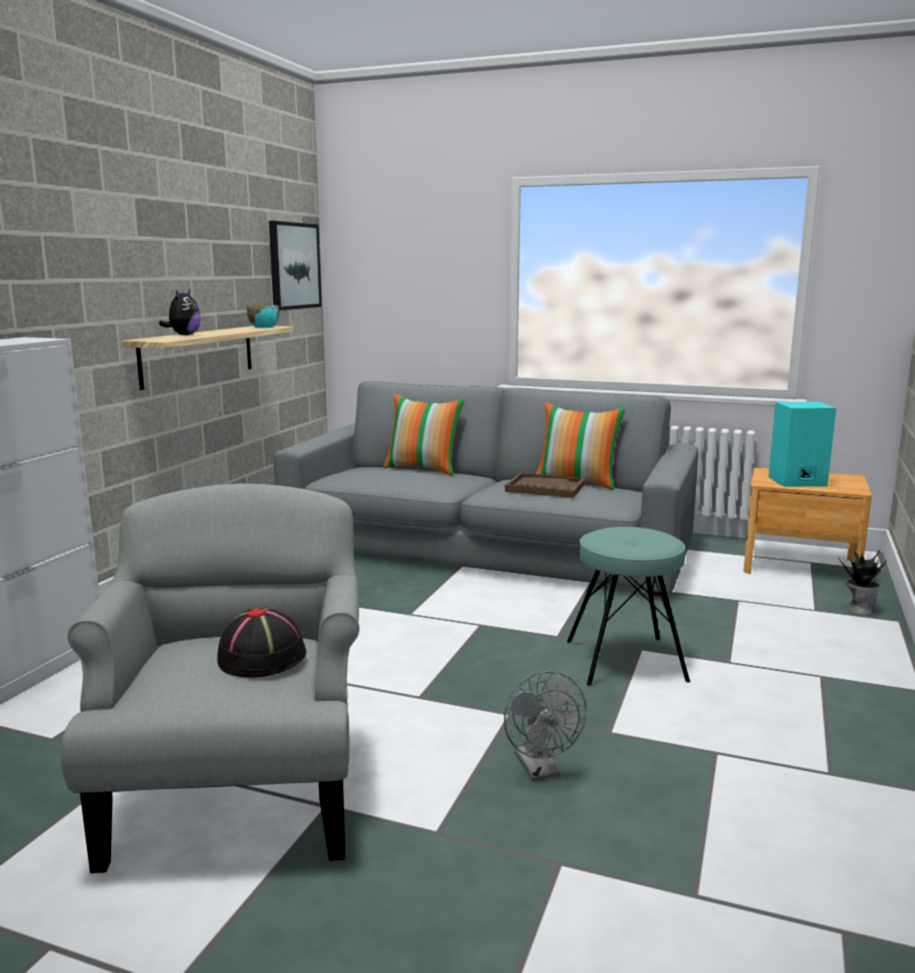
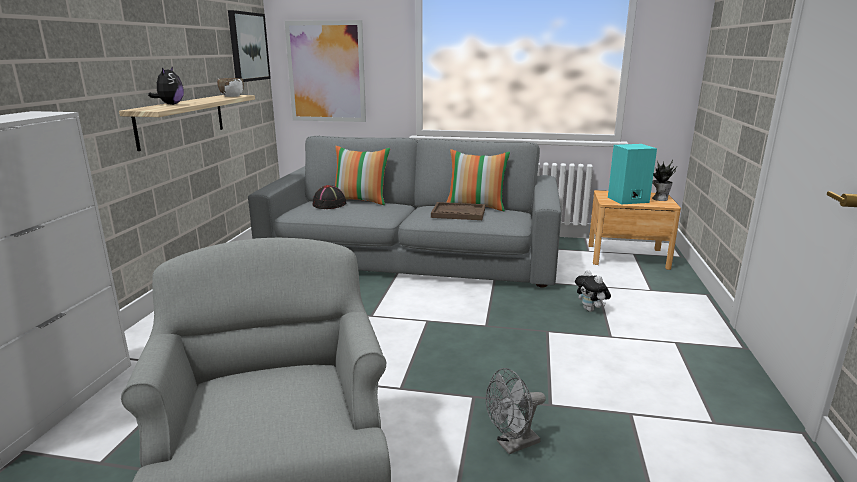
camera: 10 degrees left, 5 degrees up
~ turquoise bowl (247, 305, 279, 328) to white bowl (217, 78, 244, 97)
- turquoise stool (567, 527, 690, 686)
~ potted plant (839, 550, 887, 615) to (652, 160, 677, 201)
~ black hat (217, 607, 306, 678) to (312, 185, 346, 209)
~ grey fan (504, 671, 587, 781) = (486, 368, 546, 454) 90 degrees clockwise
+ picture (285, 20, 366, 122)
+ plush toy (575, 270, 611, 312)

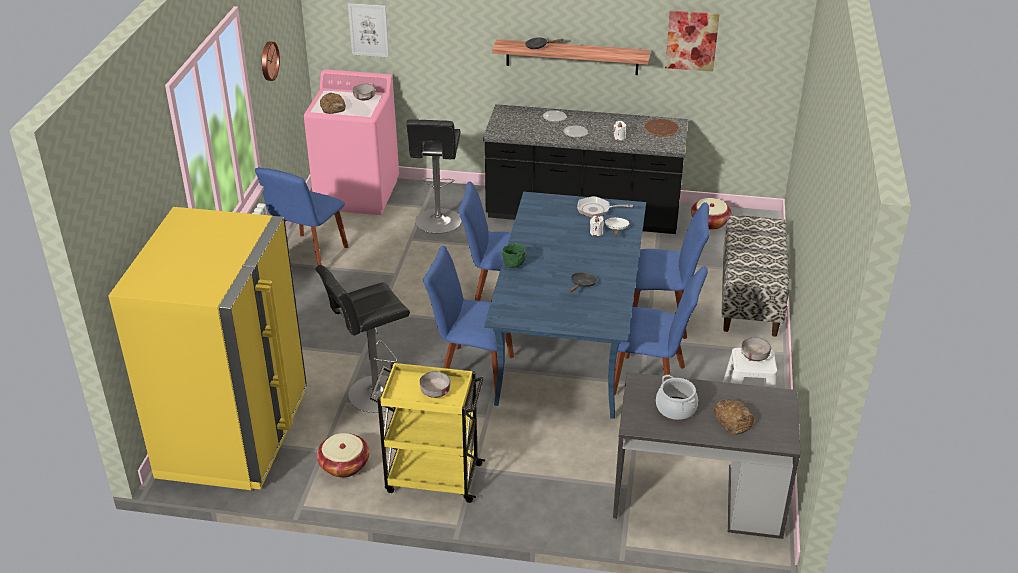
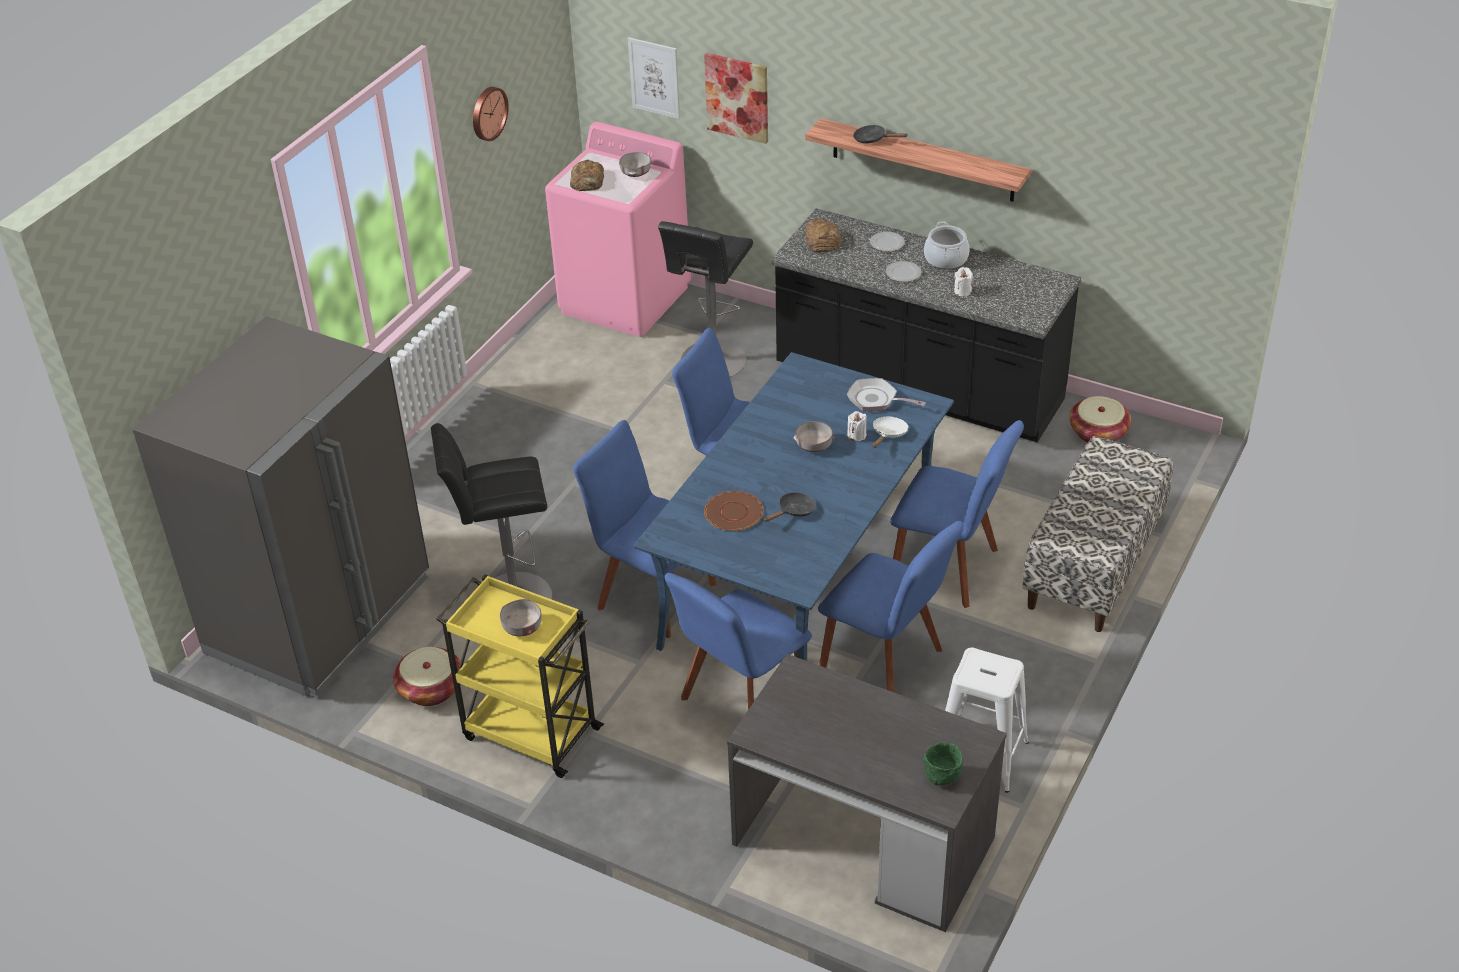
camera: 20 degrees right, 5 degrees up
~ picture (665, 11, 720, 72) to (704, 53, 768, 144)
~ brown plate (644, 119, 679, 137) to (704, 491, 763, 531)
~ blue chair (255, 168, 348, 266) to (665, 573, 812, 710)
~ yellow fridge (108, 207, 307, 490) to grey fridge (132, 316, 429, 698)
~ green bowl (502, 243, 526, 268) to (923, 743, 963, 786)
~ grey bowl (741, 337, 771, 361) to (793, 421, 835, 452)
~ cooking pot (656, 375, 698, 420) to (924, 222, 969, 269)
~ bread (714, 399, 754, 435) to (806, 218, 842, 253)

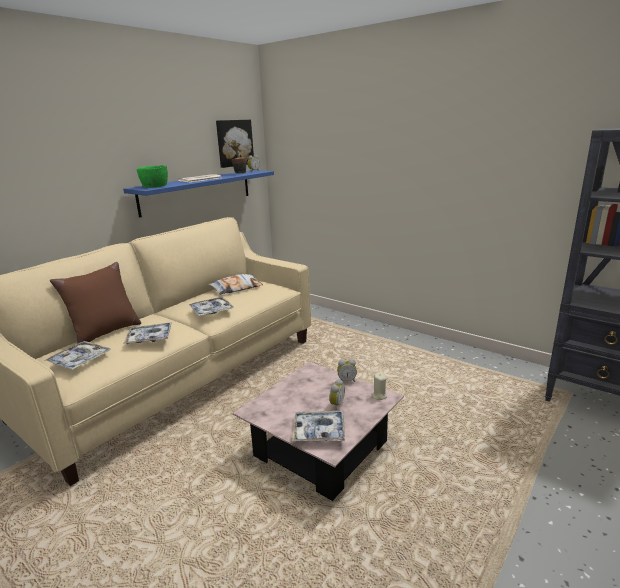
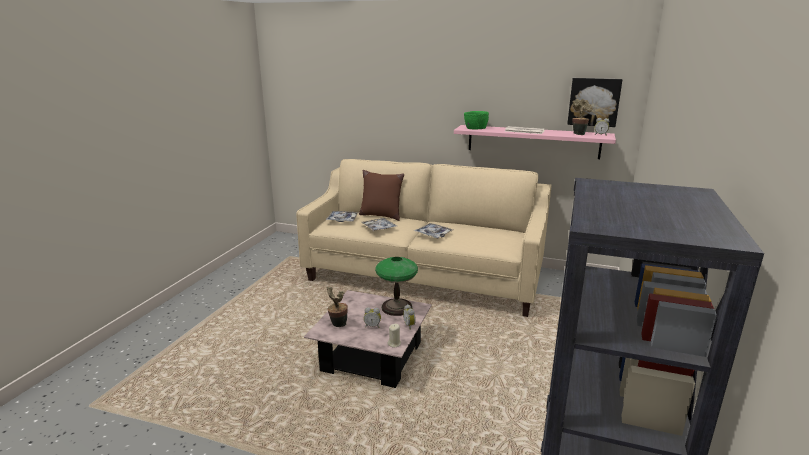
camera: 70 degrees right, 0 degrees up
~ blue shelf (123, 170, 274, 218) to pink shelf (454, 125, 616, 159)
- pillow (209, 274, 263, 295)
~ tray (292, 411, 345, 441) to potted plant (327, 287, 348, 327)
+ table lamp (375, 257, 418, 316)

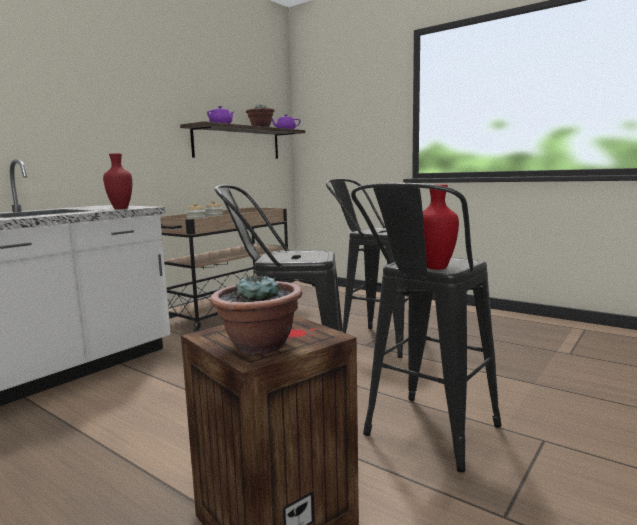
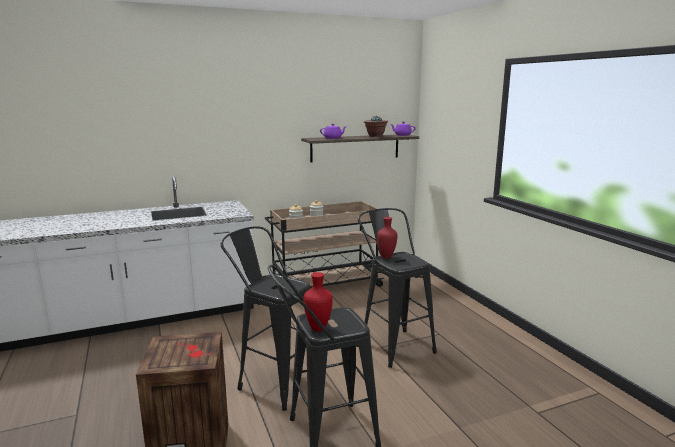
camera: 30 degrees right, 5 degrees up
~ red vase (103, 153, 132, 209) to (377, 217, 397, 259)
- potted plant (210, 273, 302, 354)

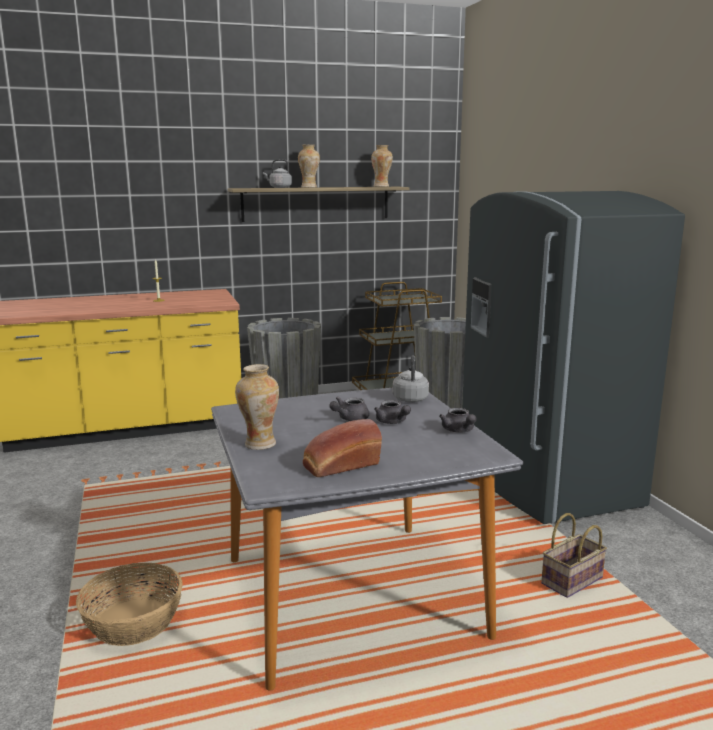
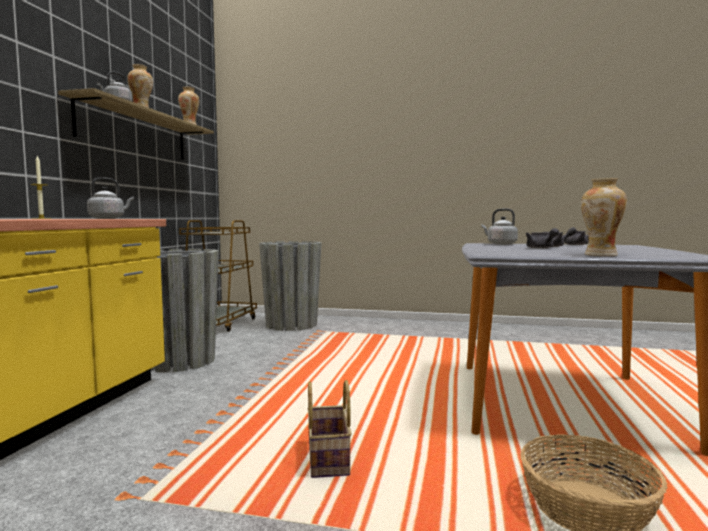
camera: 60 degrees left, 10 degrees down
- grey fridge (462, 191, 685, 524)
- bread (303, 419, 382, 477)
~ basket (541, 513, 607, 598) to (308, 380, 352, 478)
+ grey kettle (87, 177, 134, 219)

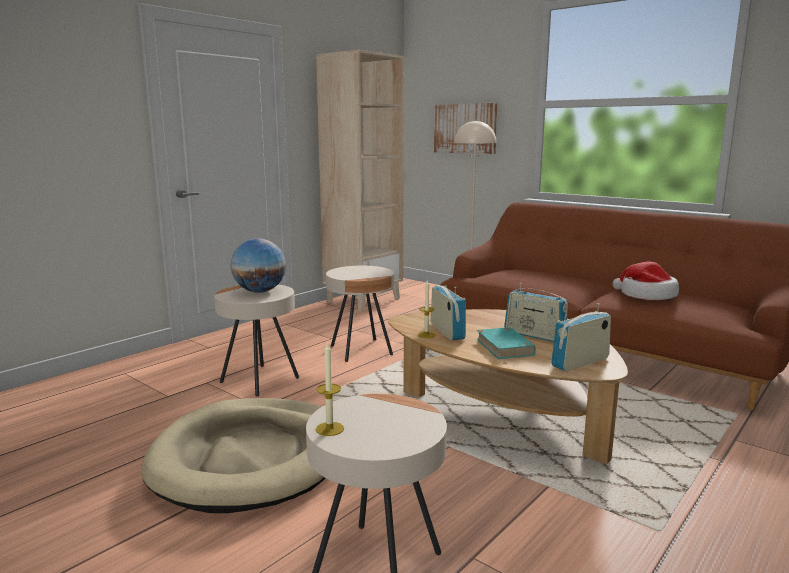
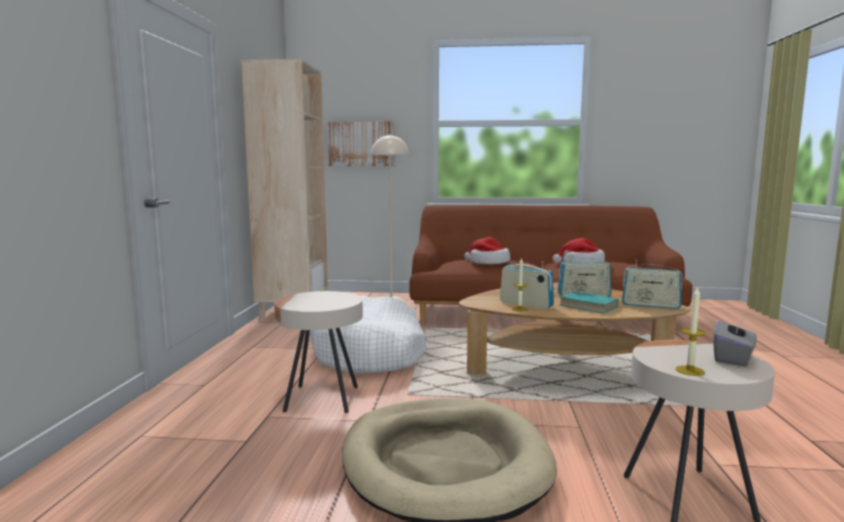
camera: 35 degrees left, 5 degrees down
- globe (231, 238, 286, 293)
~ beige side table (326, 266, 394, 362) to white dog bed (309, 295, 427, 374)
~ radio (551, 303, 611, 372) = (622, 260, 682, 309) 90 degrees counterclockwise
+ hat (464, 237, 510, 264)
+ grey tissue box (713, 316, 757, 366)

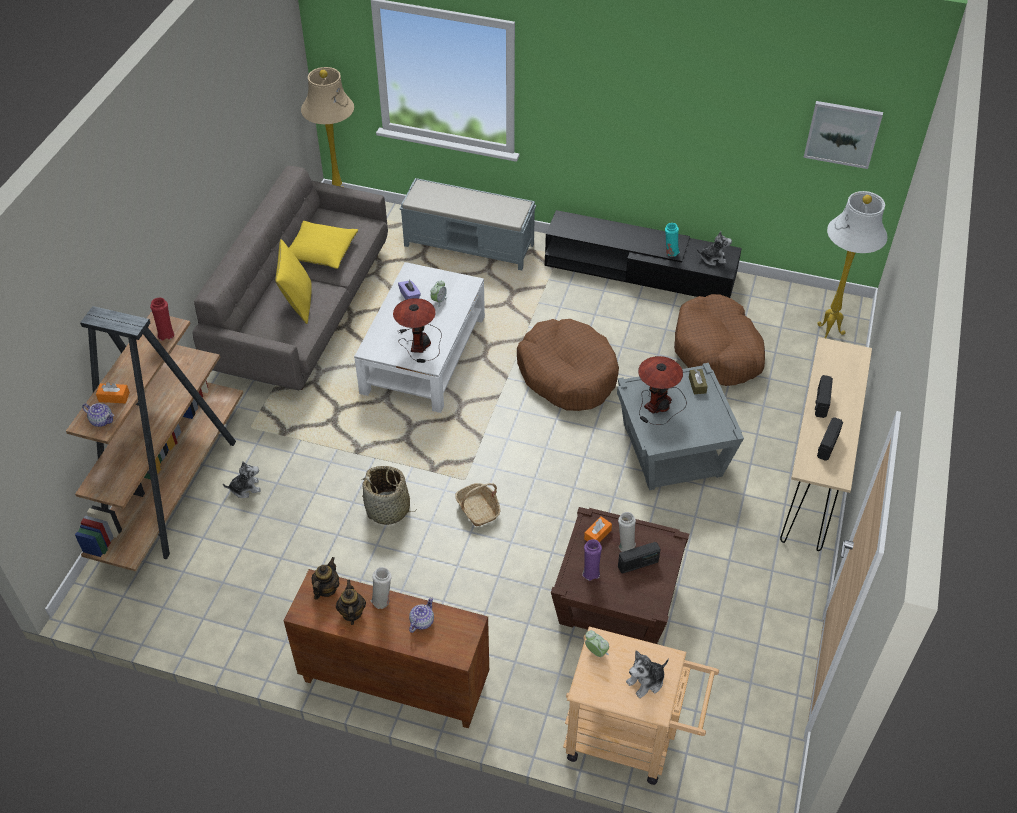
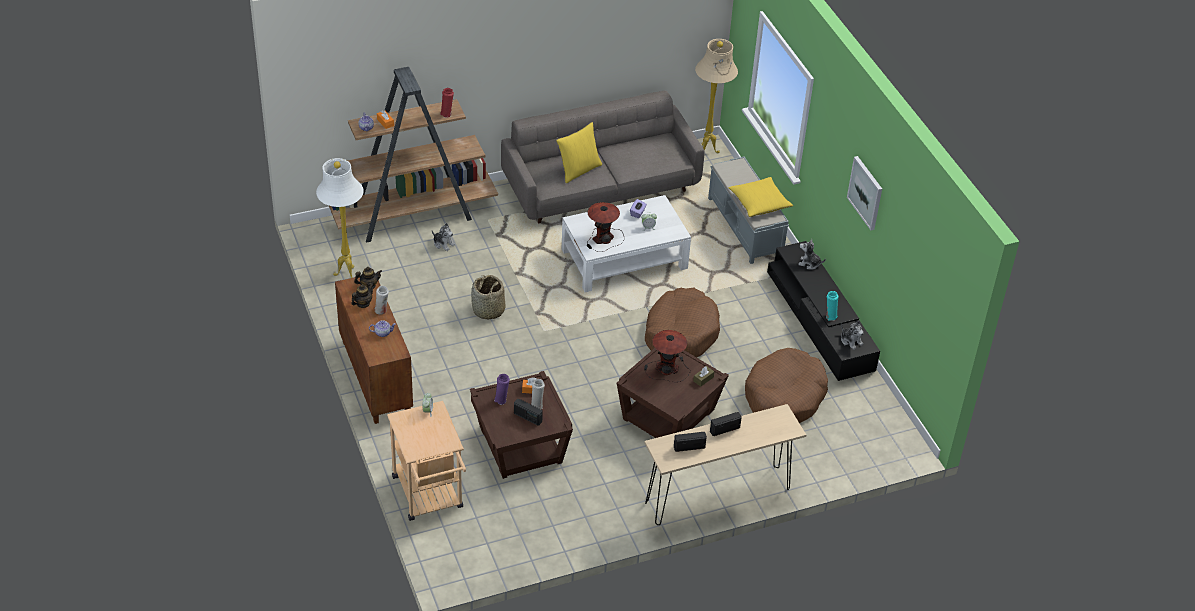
camera: 50 degrees right, 5 degrees down
~ picture (803, 101, 883, 169) to (847, 156, 882, 230)
~ white floor lamp (817, 191, 888, 338) to (316, 158, 364, 278)
~ yellow pillow (289, 221, 358, 269) to (729, 177, 793, 217)
~ grey side table (617, 363, 744, 490) to brown side table (617, 348, 729, 438)
- basket (455, 483, 501, 527)
~ plush toy (626, 650, 669, 698) to (798, 239, 826, 270)

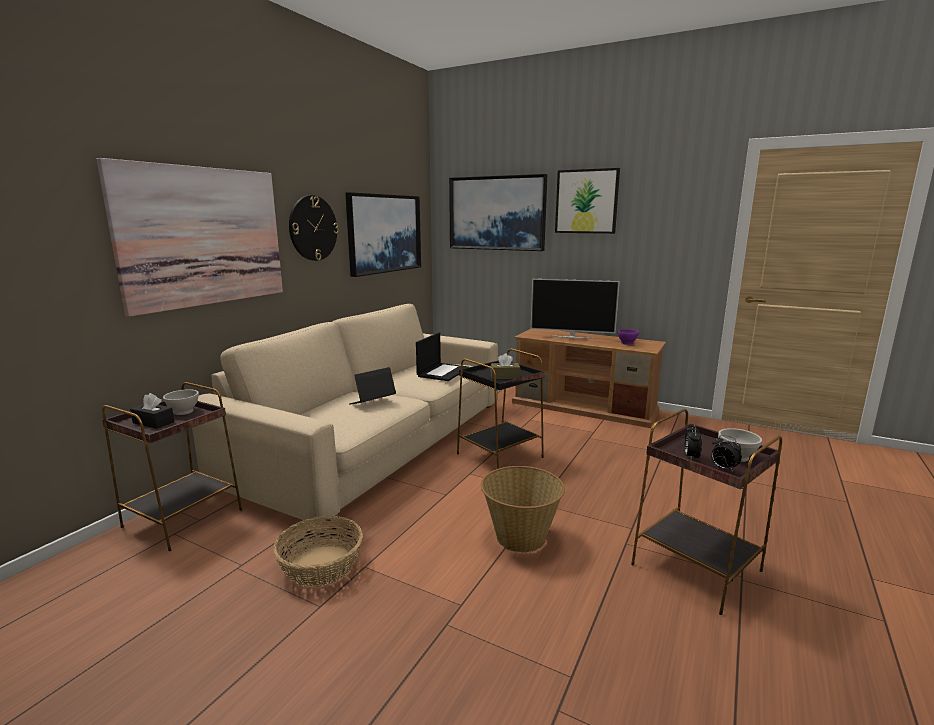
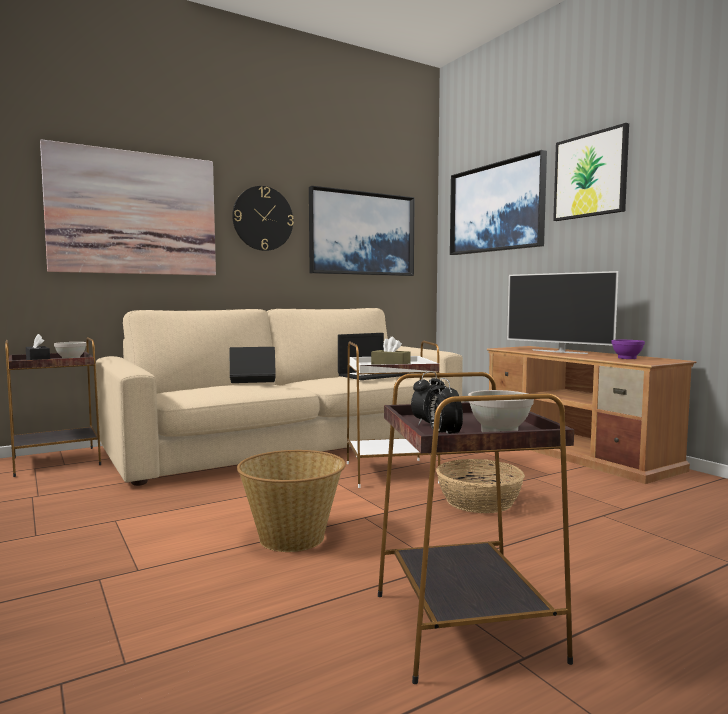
camera: 30 degrees right, 10 degrees down
~ black side table (457, 348, 545, 469) to white side table (347, 341, 440, 488)
~ basket (273, 516, 363, 587) to (436, 459, 525, 513)

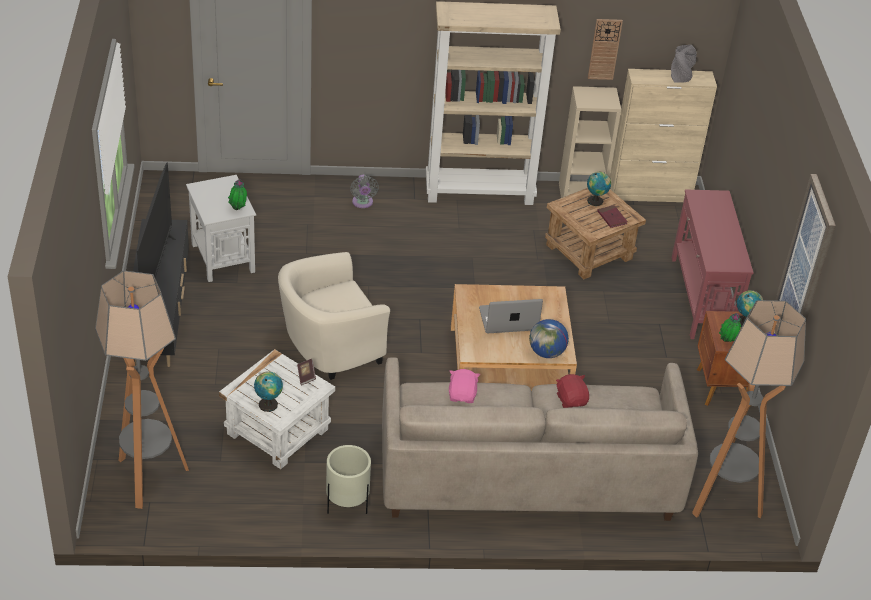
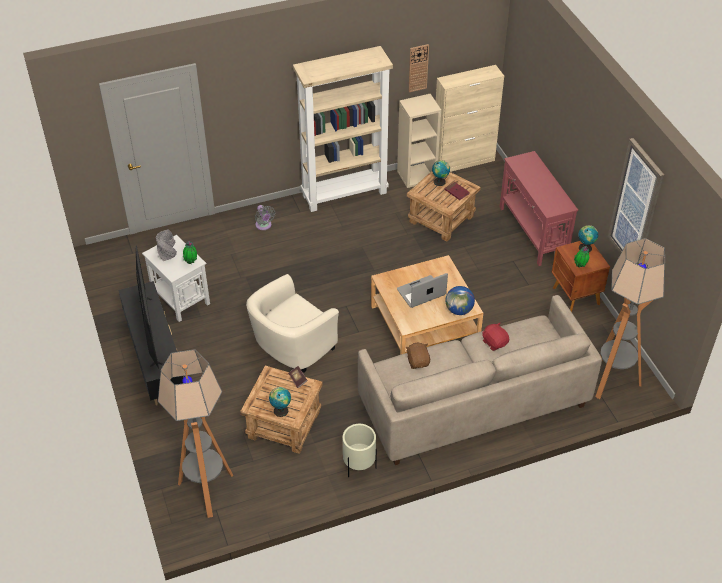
camera: 15 degrees left, 5 degrees up
~ grey vase (671, 45, 697, 83) to (156, 229, 177, 261)
~ white side table (219, 349, 335, 469) to brown side table (240, 366, 323, 454)
~ pink plush toy (449, 369, 480, 403) to brown plush toy (405, 343, 430, 369)

